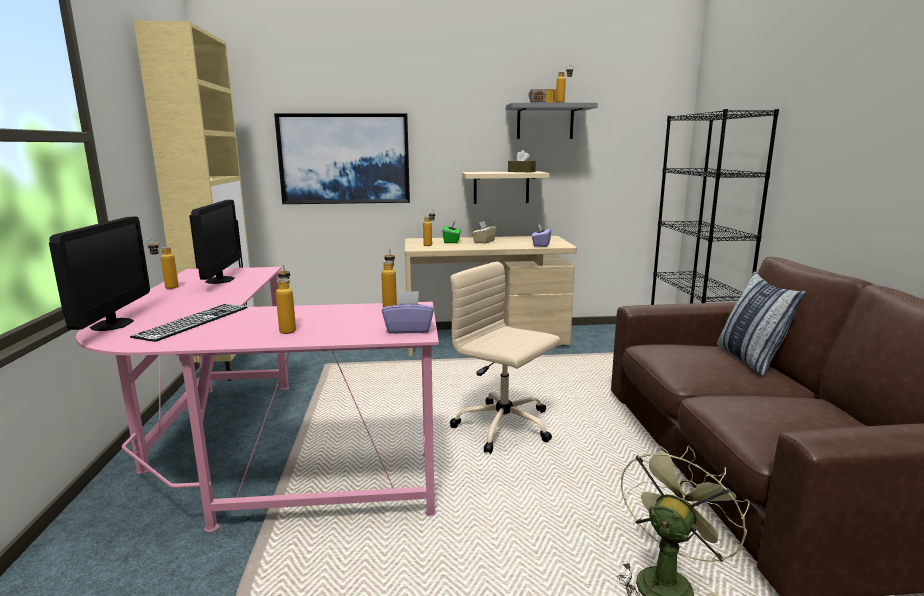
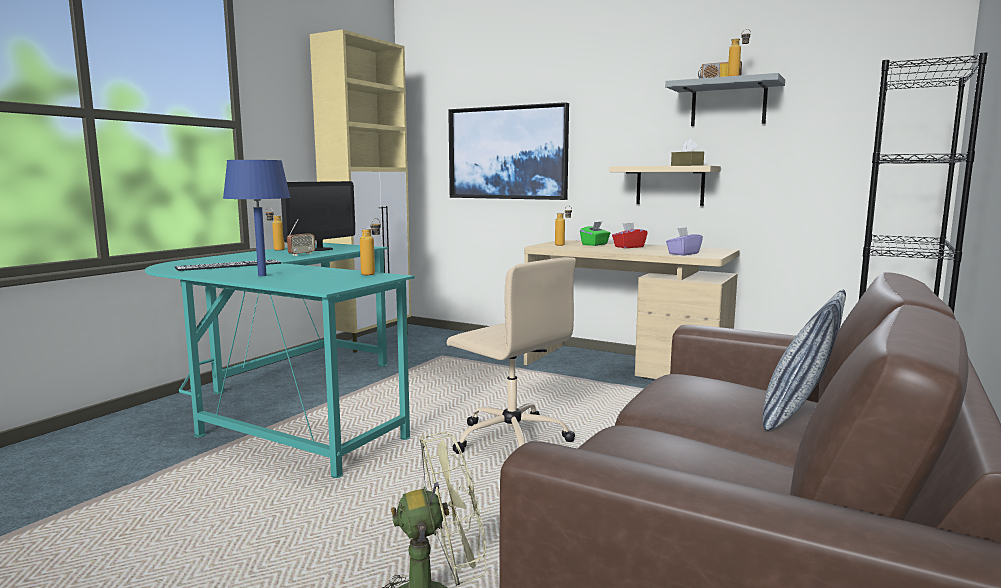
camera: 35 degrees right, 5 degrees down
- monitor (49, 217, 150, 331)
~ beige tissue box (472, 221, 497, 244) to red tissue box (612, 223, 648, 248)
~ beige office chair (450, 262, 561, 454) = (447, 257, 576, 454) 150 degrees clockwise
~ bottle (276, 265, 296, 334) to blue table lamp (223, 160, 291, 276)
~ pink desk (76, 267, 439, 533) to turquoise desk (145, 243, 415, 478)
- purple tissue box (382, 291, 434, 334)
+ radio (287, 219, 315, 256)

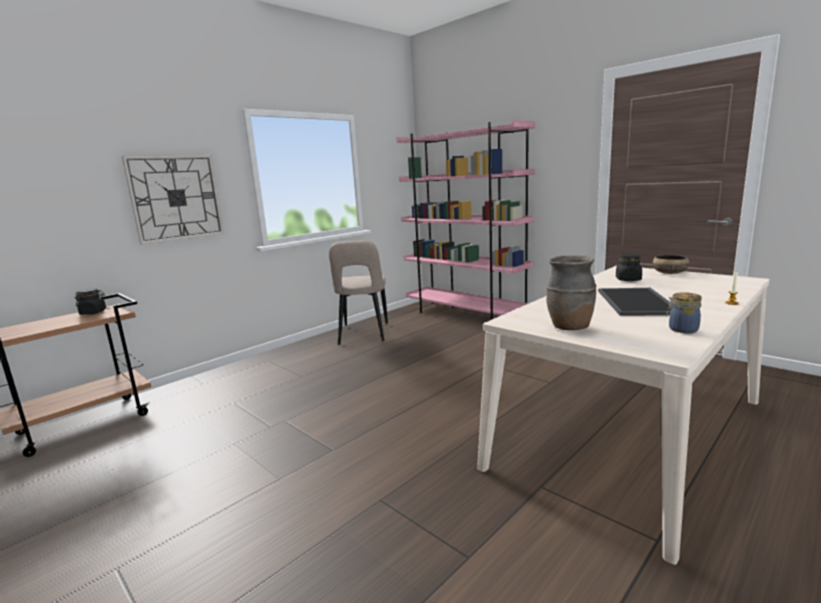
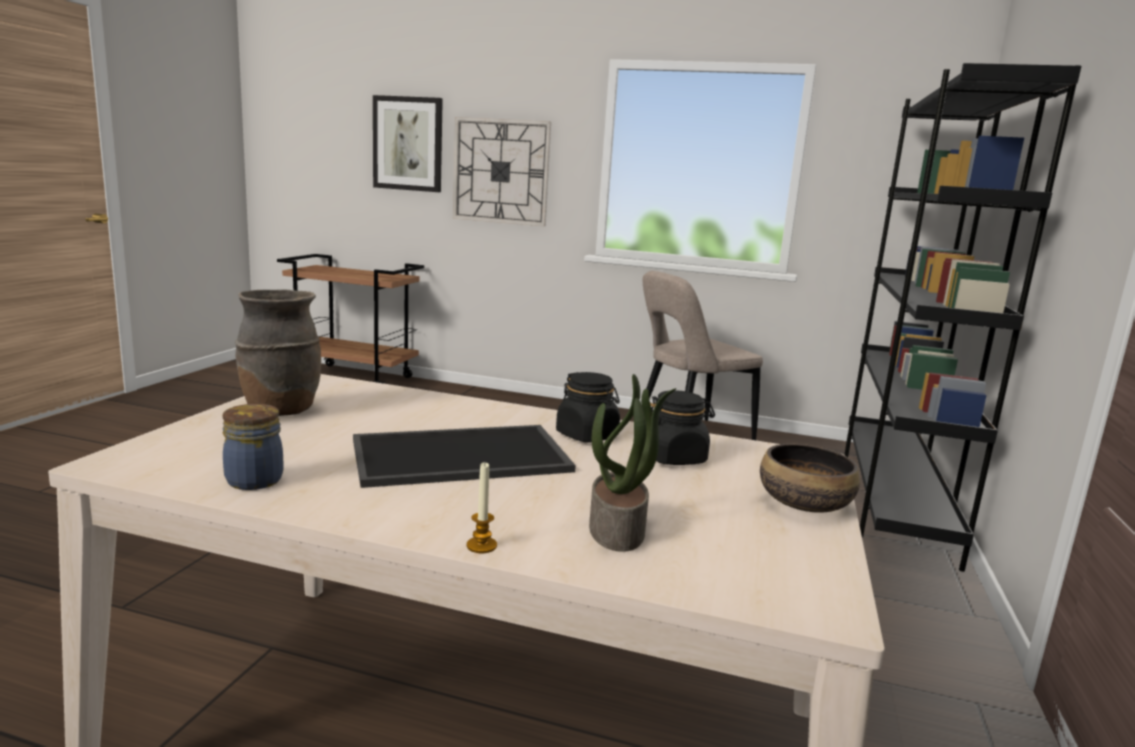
camera: 60 degrees right, 0 degrees up
~ pink bookcase (396, 120, 535, 320) to black bookcase (844, 63, 1081, 572)
~ black jar (75, 288, 106, 315) to (556, 372, 620, 443)
+ picture (373, 95, 443, 192)
+ potted plant (589, 374, 677, 552)

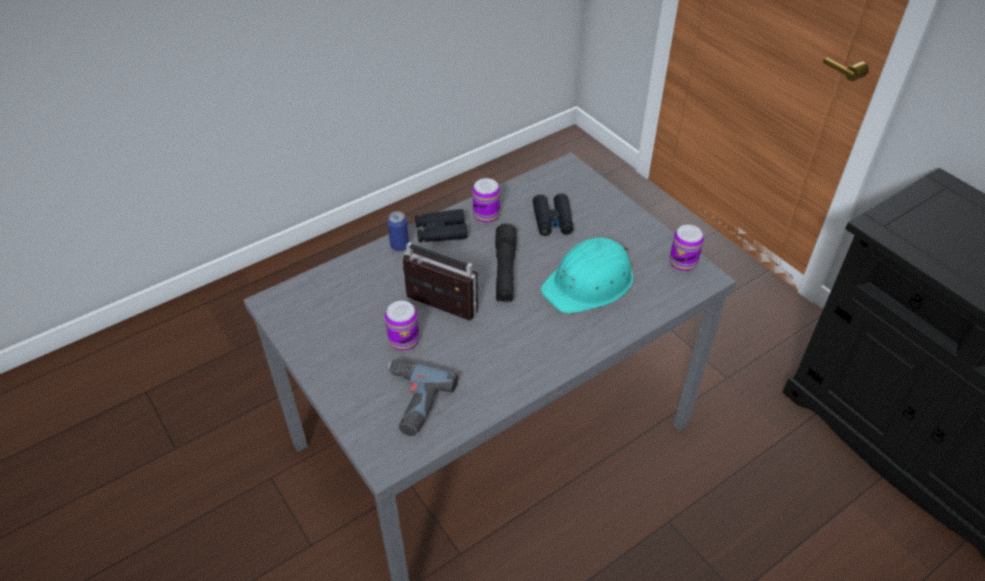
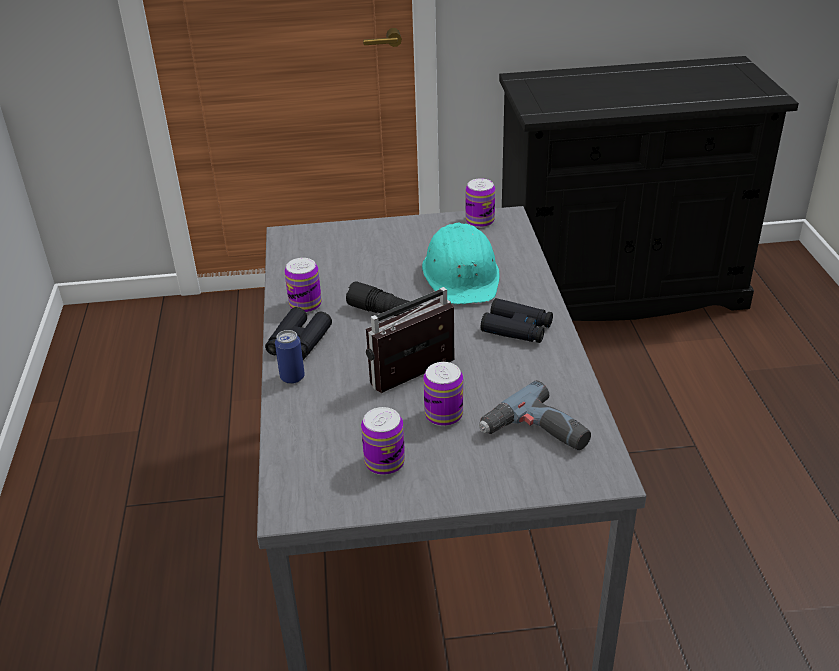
camera: 60 degrees left, 10 degrees down
~ black binoculars (533, 193, 573, 236) to (481, 298, 553, 343)
+ can (361, 407, 405, 475)

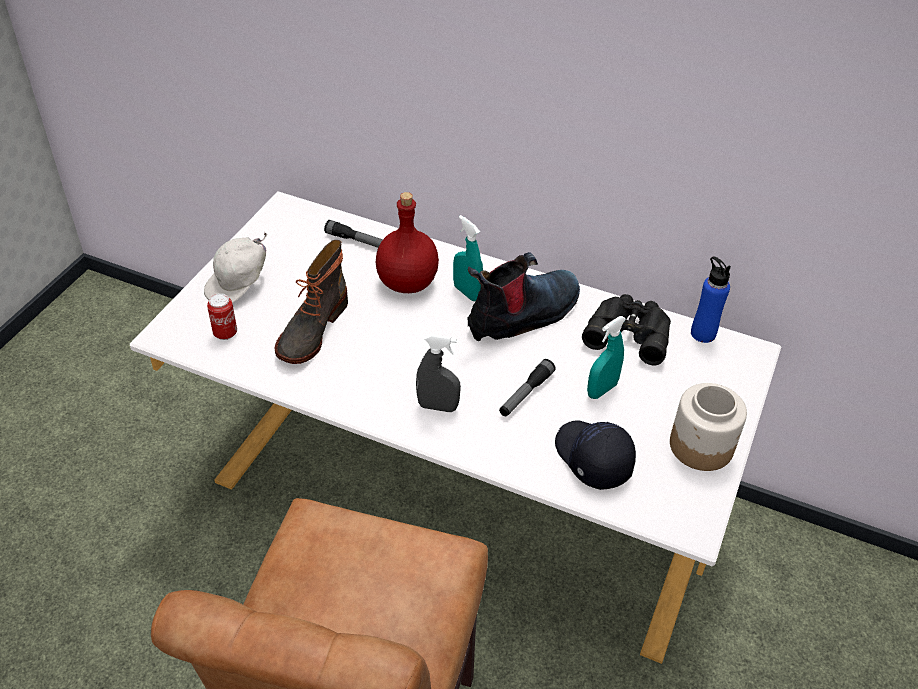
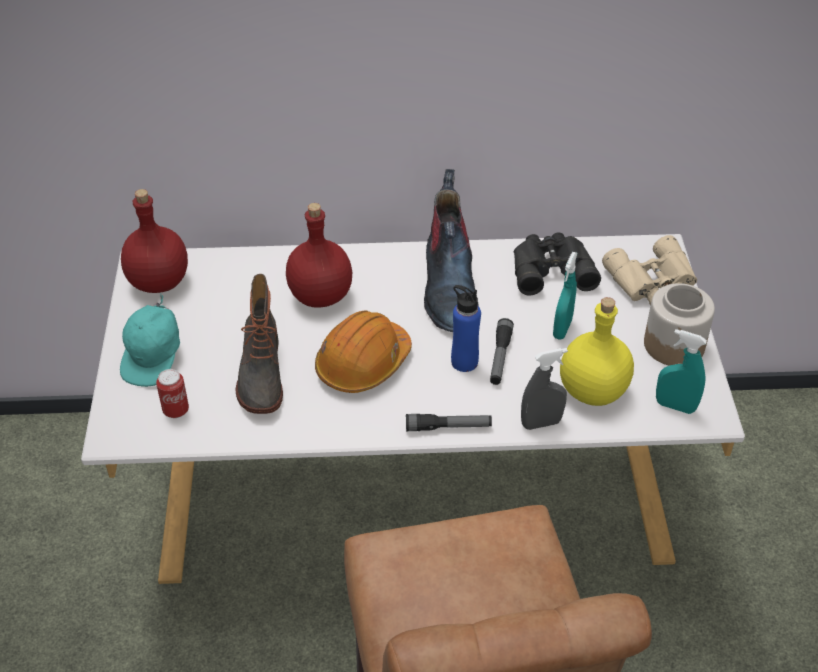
camera: 25 degrees left, 0 degrees up
~ turquoise spray bottle (453, 215, 483, 301) to (656, 329, 707, 414)
~ flashlight (324, 220, 383, 248) to (406, 414, 492, 431)
~ white cap (204, 232, 267, 303) to turquoise cap (120, 293, 180, 387)
~ boot (468, 252, 580, 341) = (424, 169, 479, 332) 150 degrees clockwise
~ blue bottle (691, 256, 731, 343) to (451, 285, 481, 372)
~ grey spray bottle (416, 334, 461, 412) to (521, 348, 568, 430)
~ black cap (555, 420, 636, 490) to yellow bottle (560, 297, 634, 406)
+ red bottle (121, 189, 188, 293)
+ beige binoculars (602, 235, 697, 306)
+ orange hard hat (315, 311, 412, 393)

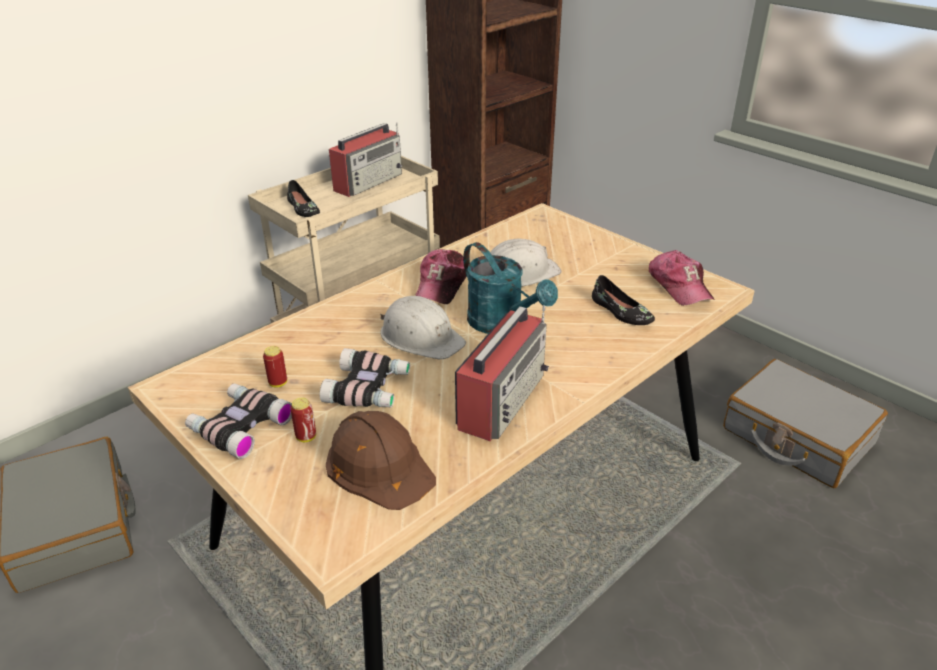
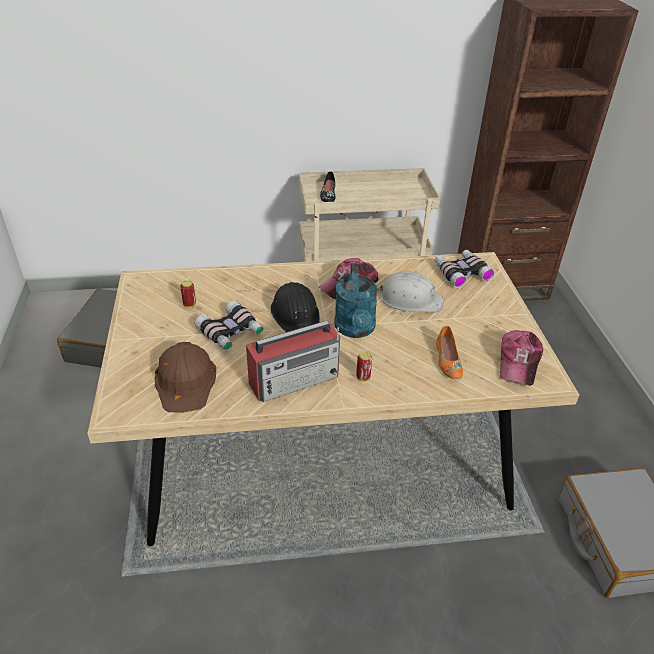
camera: 35 degrees right, 5 degrees up
- radio (329, 122, 402, 197)
~ black shoe (592, 275, 655, 325) to orange shoe (436, 326, 463, 379)
~ white hard hat (380, 296, 466, 359) to black hard hat (271, 282, 320, 332)
~ binoculars (185, 384, 292, 459) to (435, 250, 495, 288)
~ can (290, 398, 316, 442) to (356, 351, 372, 382)

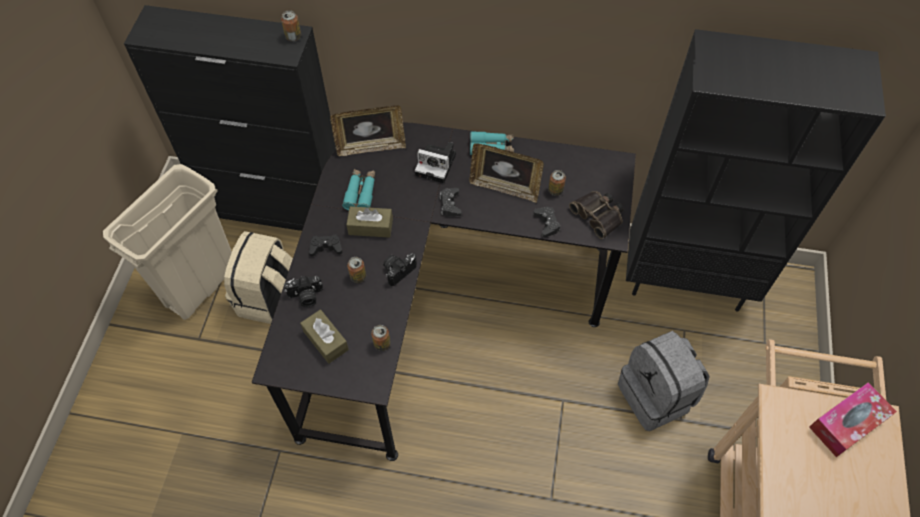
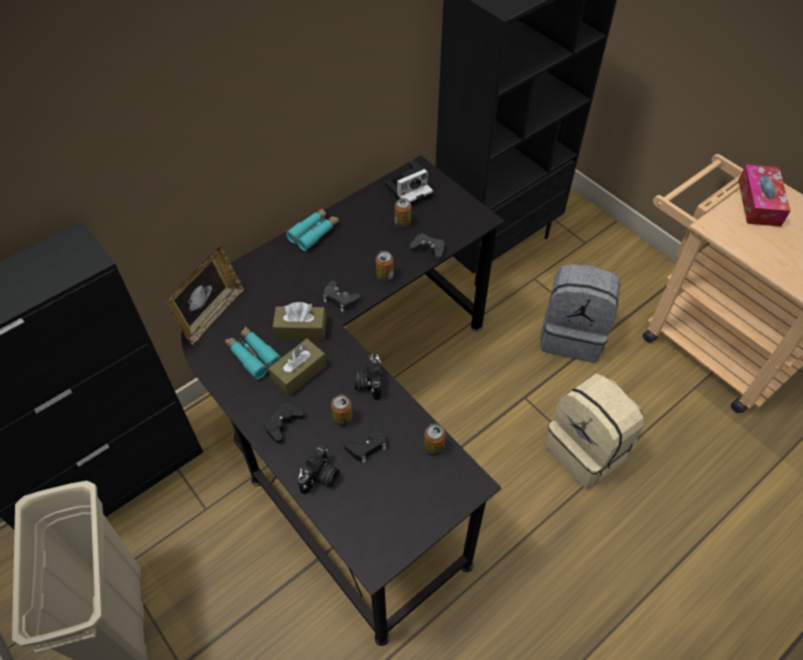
camera: 50 degrees left, 5 degrees down
~ can (281, 10, 301, 41) to (376, 251, 394, 282)
~ photo camera (415, 142, 456, 183) to (385, 159, 433, 207)
- picture frame (469, 143, 544, 203)
- binoculars (569, 191, 623, 239)
~ beige backpack (224, 231, 293, 324) to (544, 374, 644, 489)
~ brown tissue box (300, 309, 349, 364) to (273, 302, 326, 341)
+ black game controller (344, 423, 386, 463)

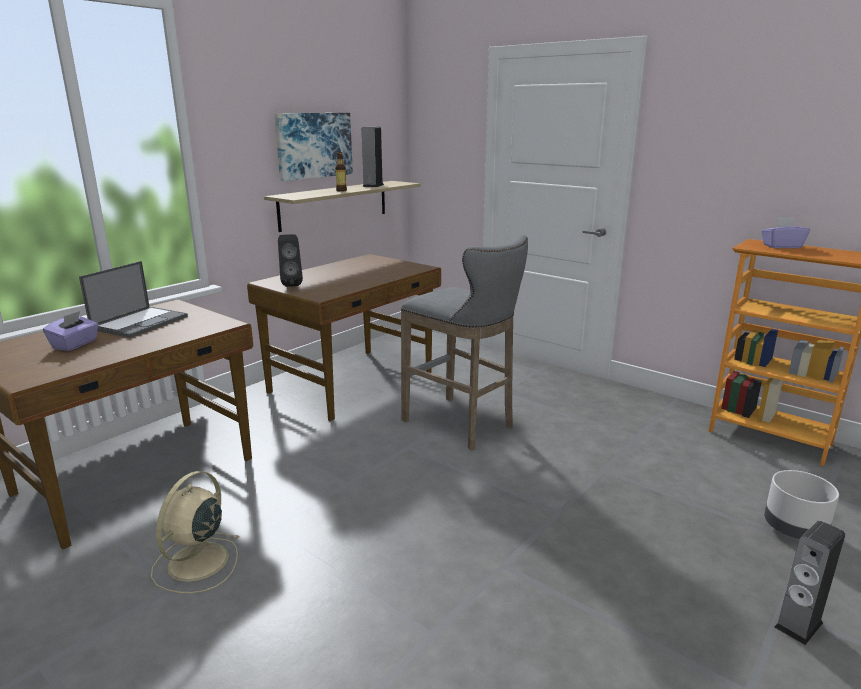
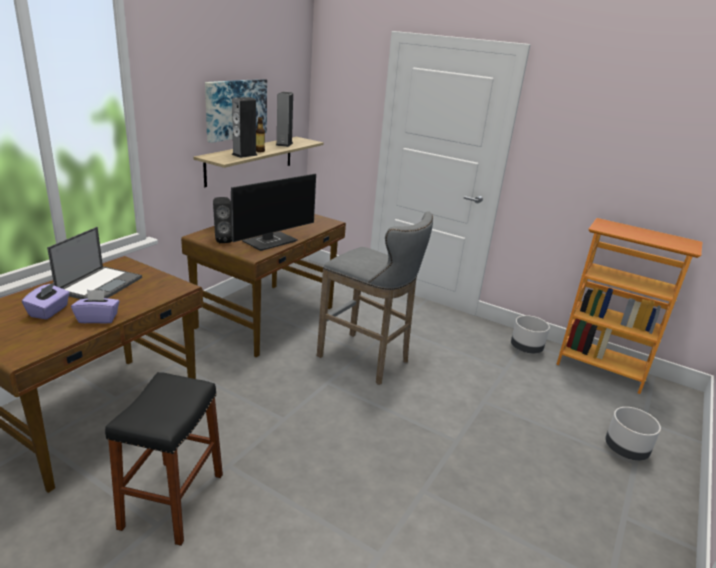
camera: 10 degrees left, 5 degrees up
~ purple tissue box (762, 217, 810, 248) to (71, 290, 120, 324)
~ beige fan (151, 471, 239, 593) to black stool (105, 372, 223, 546)
~ speaker (774, 521, 845, 645) to (232, 97, 257, 158)
+ monitor (231, 174, 316, 251)
+ grey planter (511, 315, 550, 354)

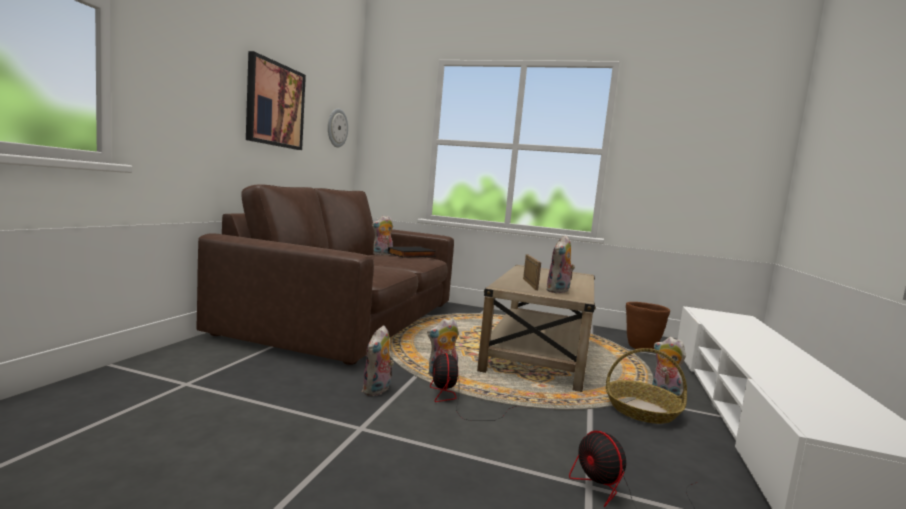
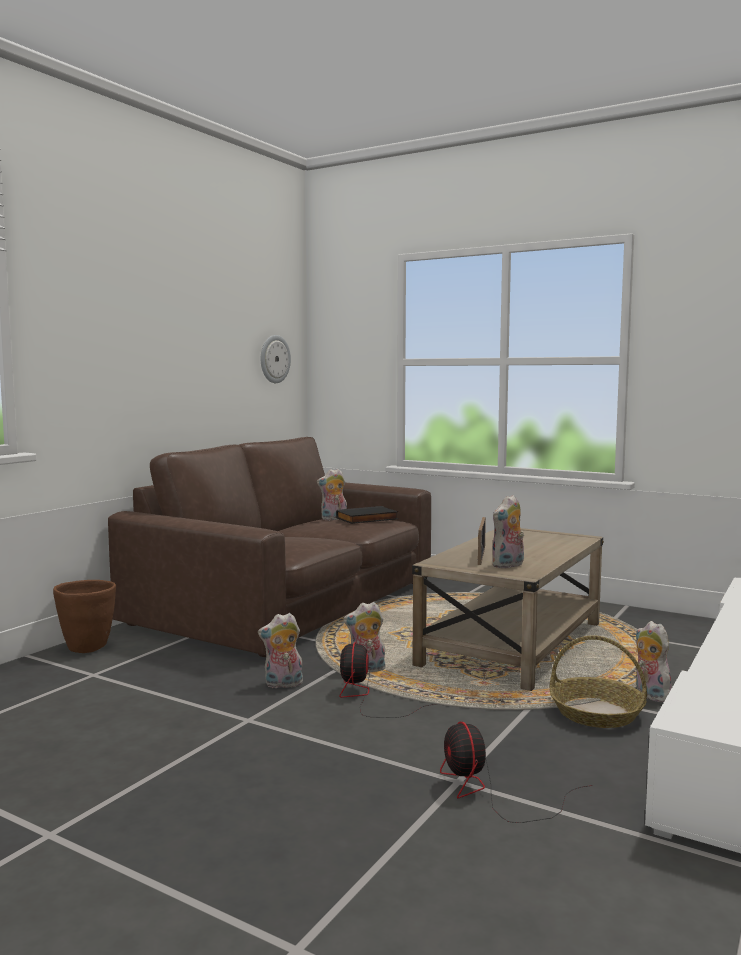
camera: 15 degrees right, 0 degrees up
- picture (246, 51, 306, 150)
~ brown planter (626, 302, 670, 349) to (53, 580, 116, 653)
~ plush toy (362, 325, 394, 396) = (258, 613, 303, 688) 45 degrees clockwise

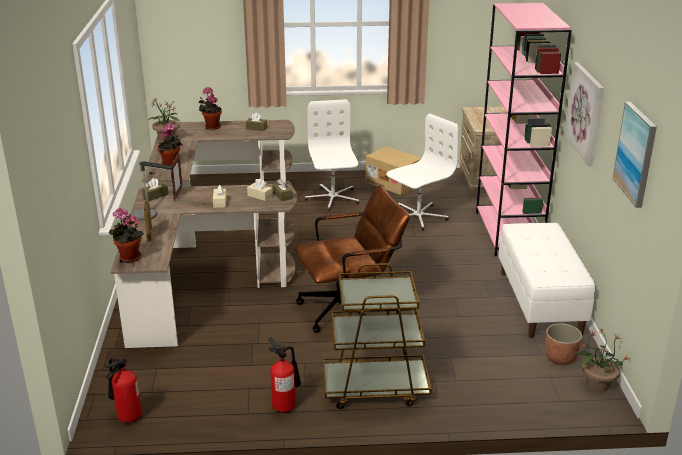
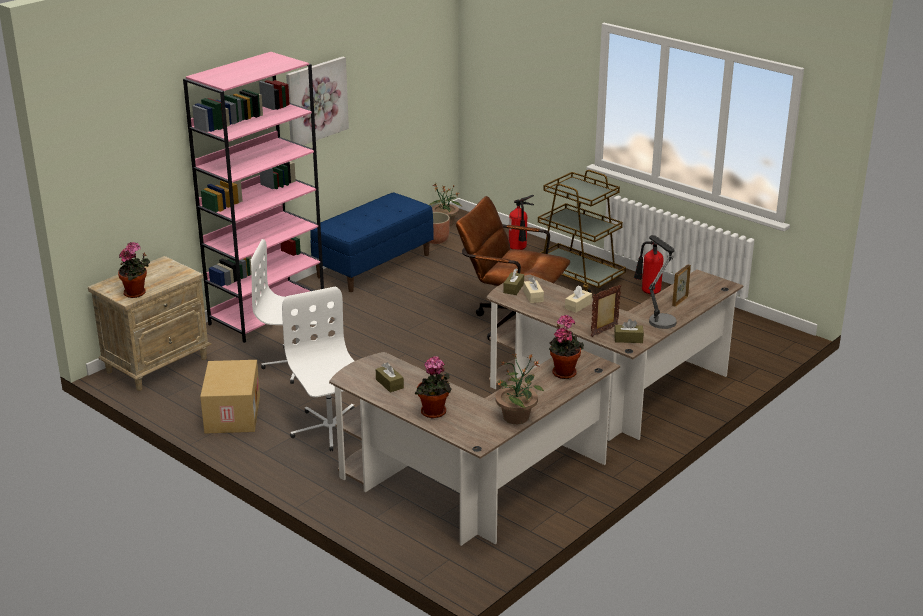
camera: 135 degrees left, 0 degrees up
~ white office chair (305, 99, 359, 211) = (282, 286, 355, 451) 120 degrees clockwise
- picture (613, 102, 657, 208)
~ potted plant (109, 208, 144, 262) to (118, 242, 150, 298)
~ white bench (498, 223, 595, 338) to blue bench (310, 192, 433, 292)
~ fire extinguisher (104, 358, 142, 423) to (509, 195, 534, 250)

